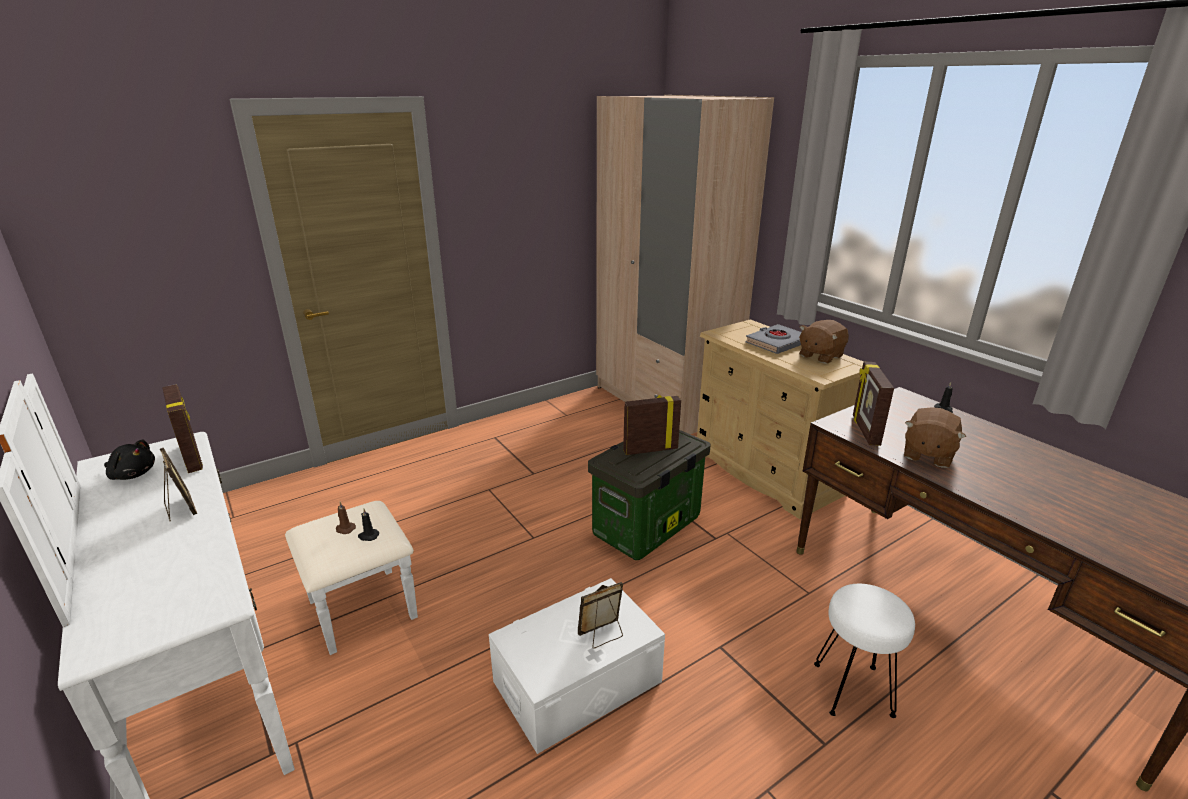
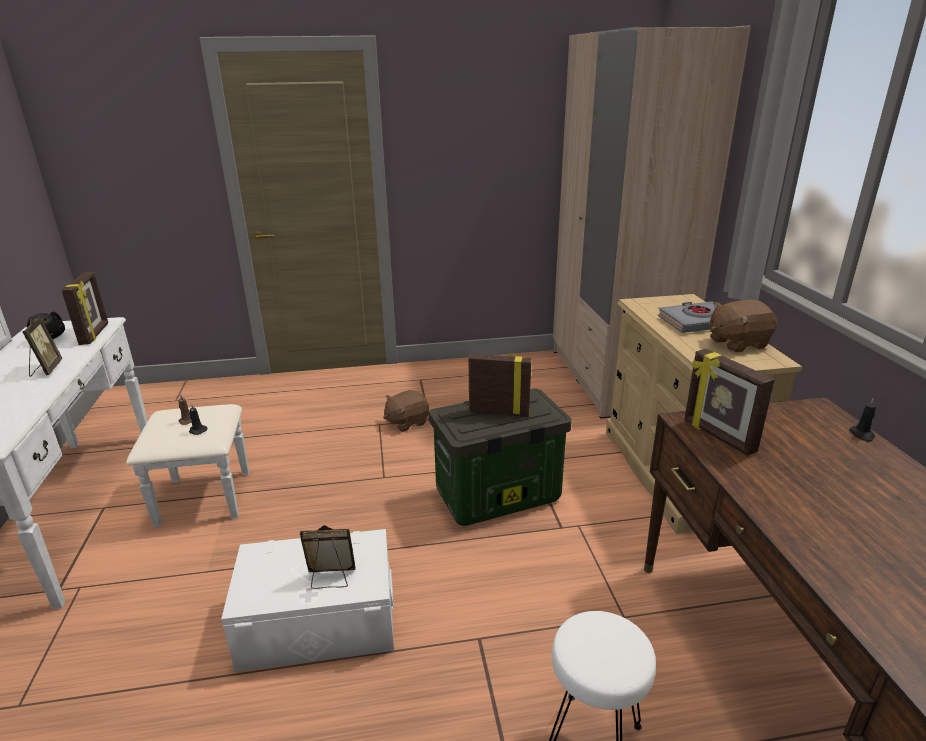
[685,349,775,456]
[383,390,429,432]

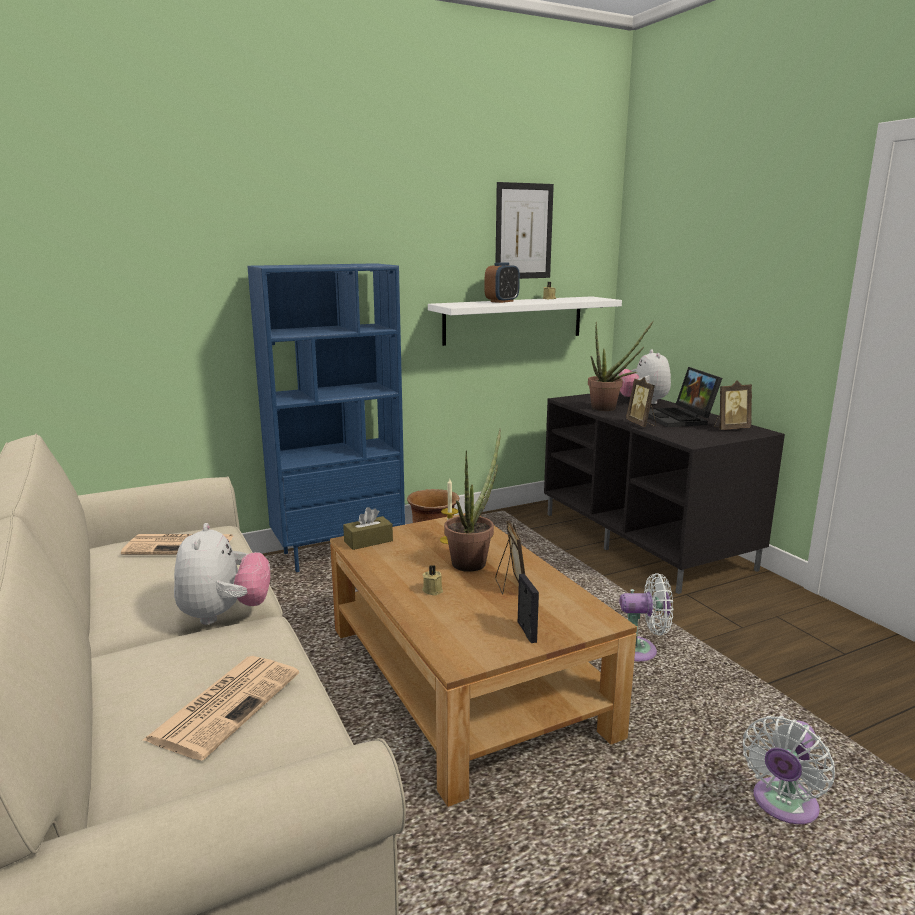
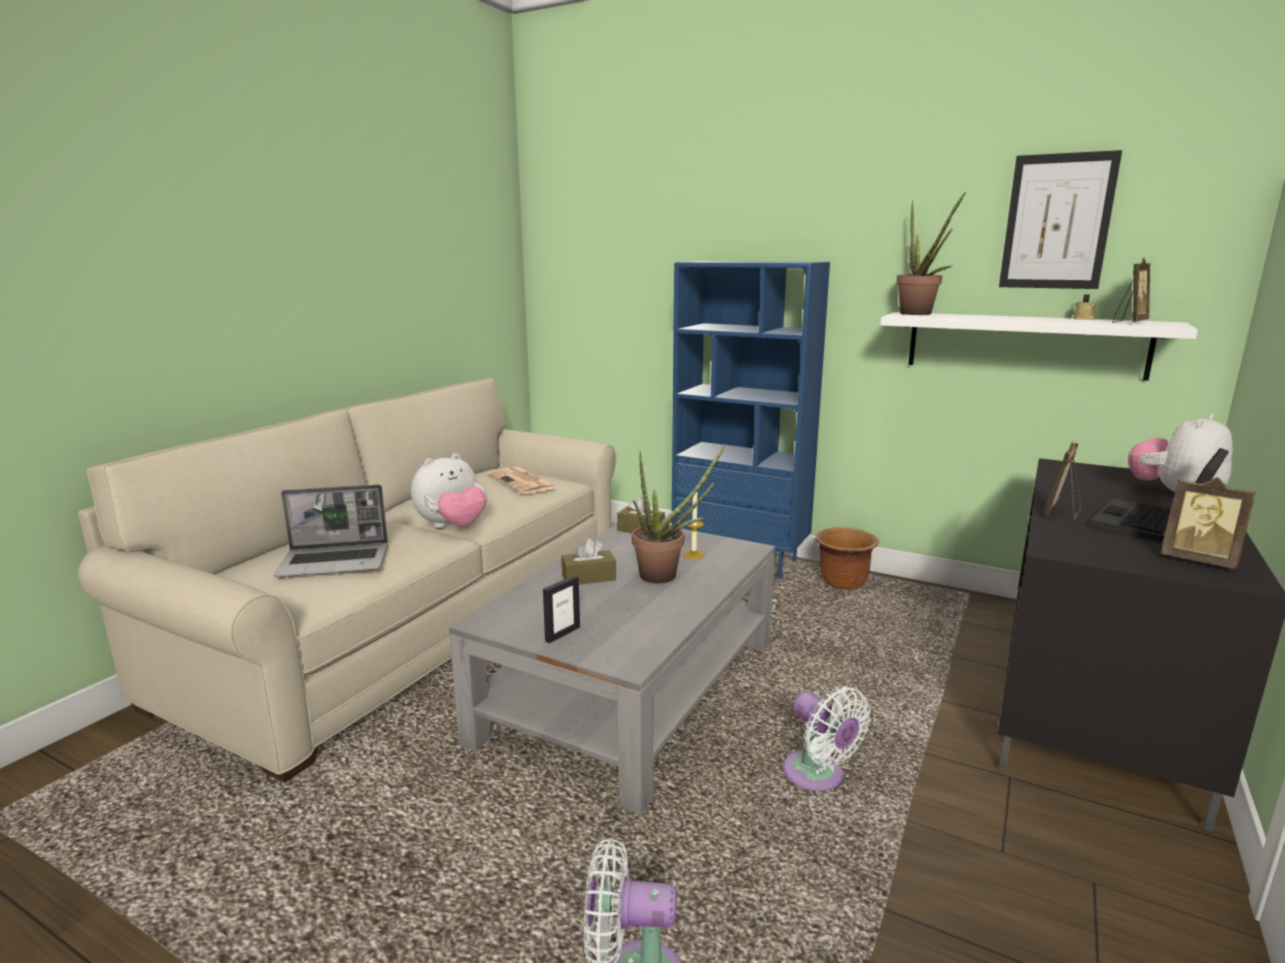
[274,485,388,577]
[449,524,775,815]
[561,538,616,584]
[484,262,520,303] (first image)
[1112,257,1150,323]
[896,192,966,315]

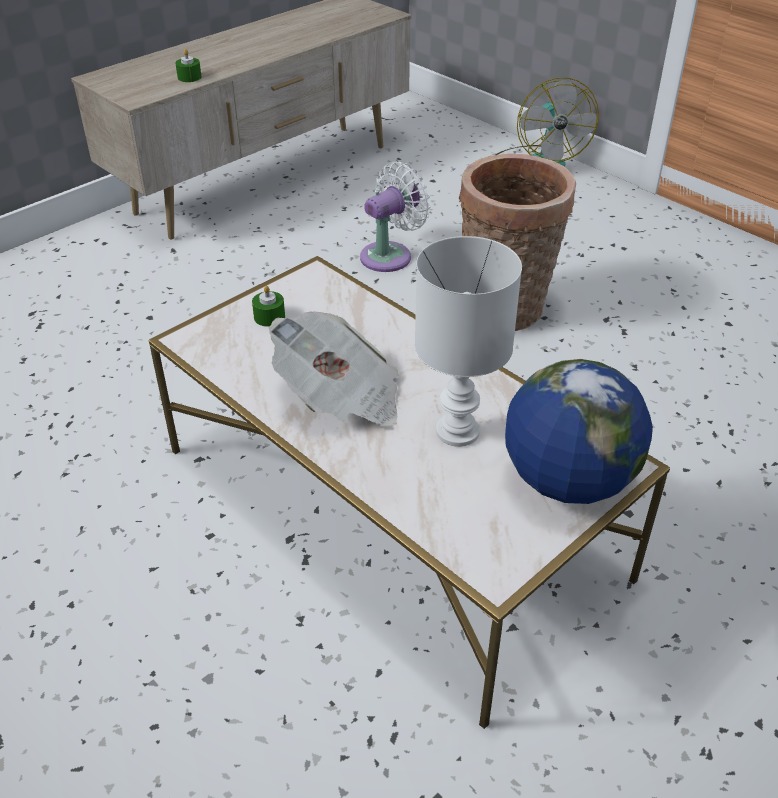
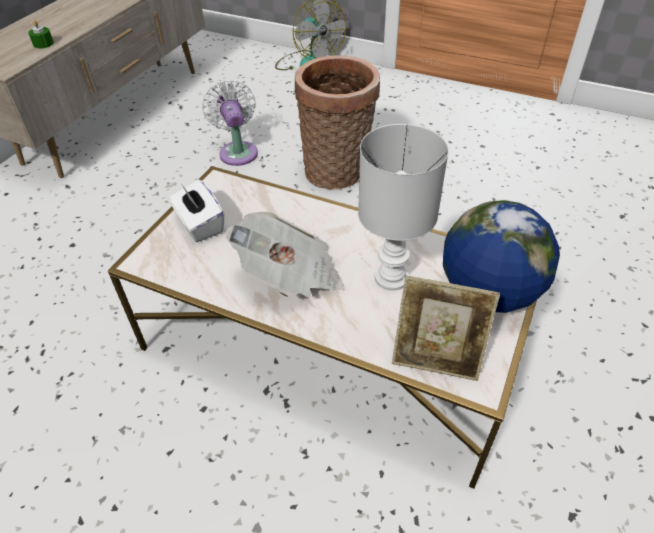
[169,179,224,242]
[202,80,258,166]
[392,276,500,381]

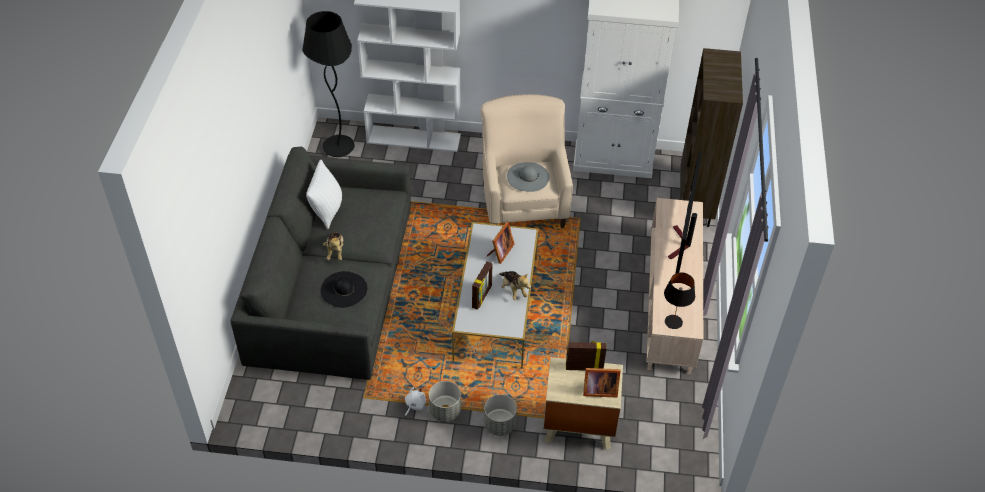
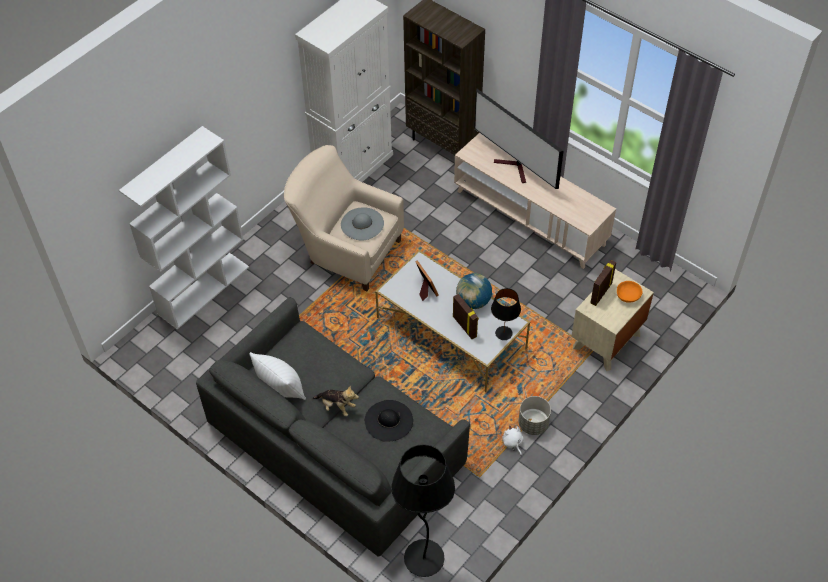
[391,444,455,577]
[484,395,517,436] (first image)
[456,273,492,309]
[617,281,643,303]
[491,288,521,340]

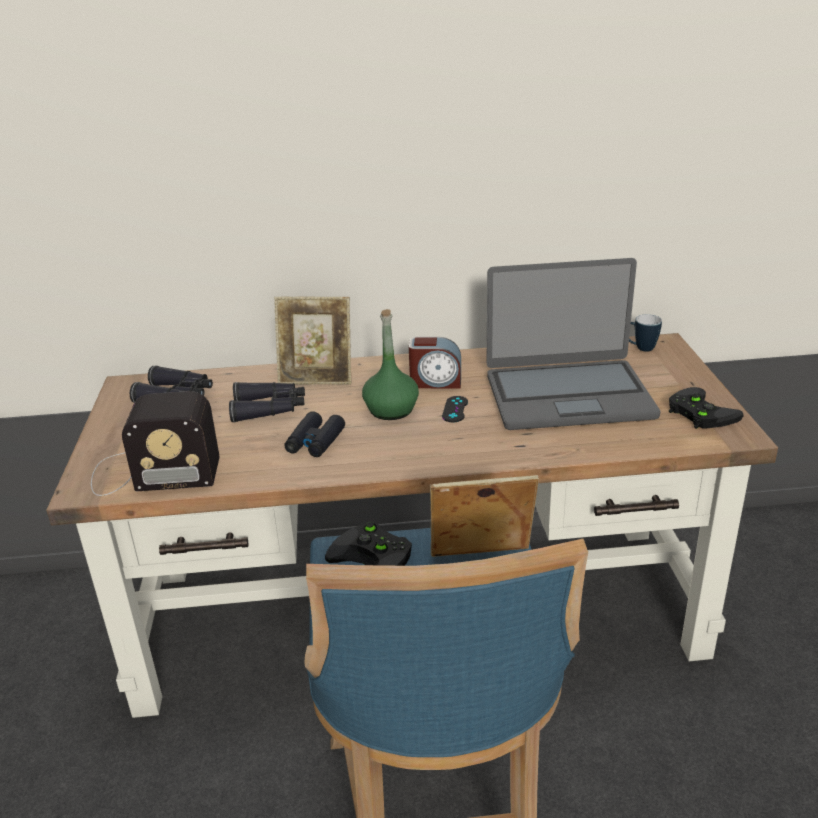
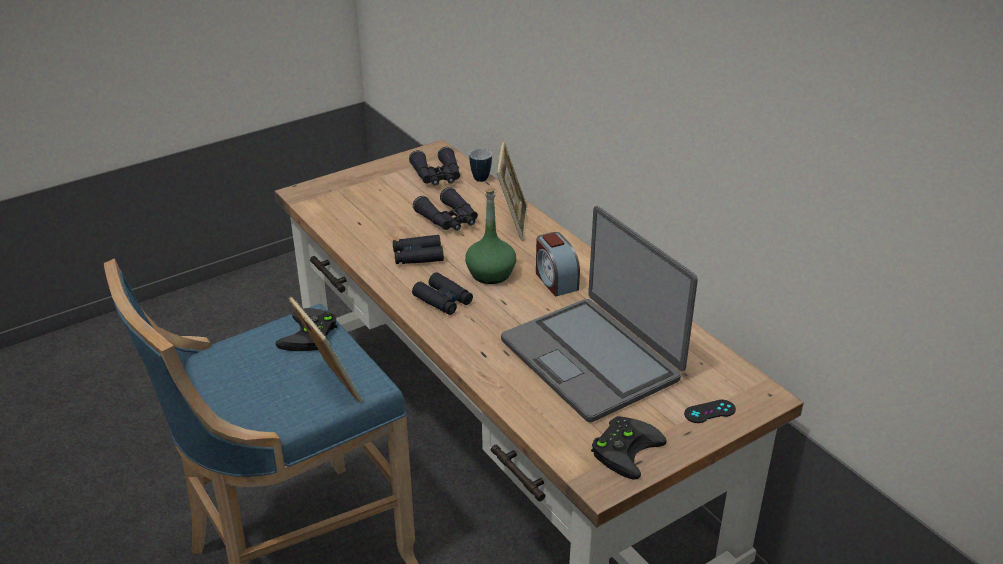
[91,391,220,496] (first image)
[497,141,528,241]
[684,400,736,423]
[469,149,492,182]
[412,272,473,315]

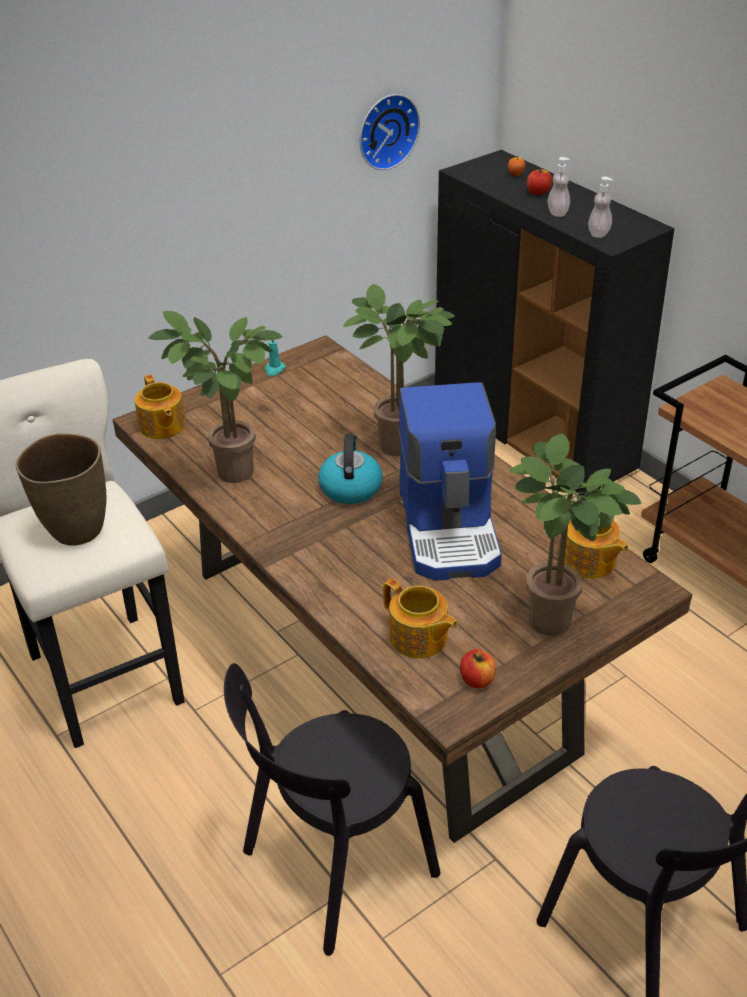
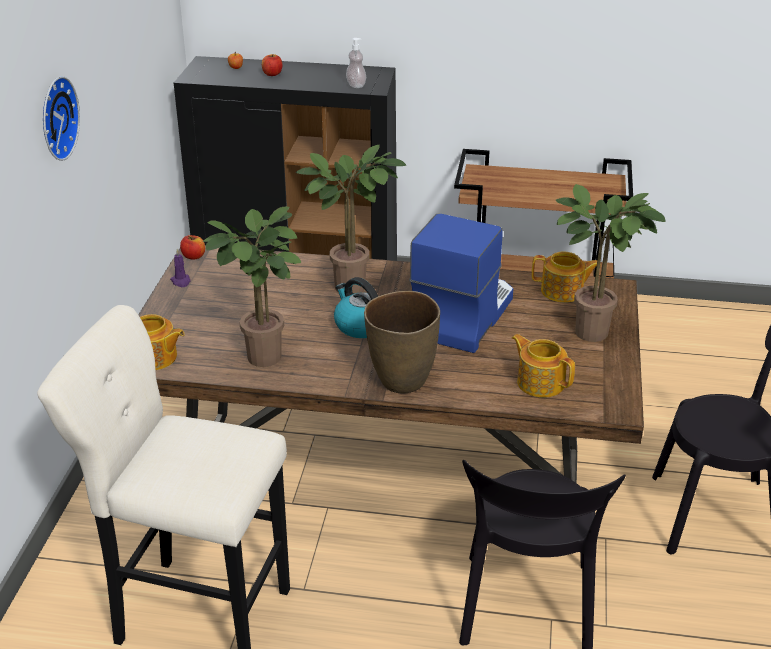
[364,291,440,394]
[170,249,190,287]
[43,76,80,161]
[512,334,575,398]
[409,214,513,353]
[180,235,205,260]
[547,157,570,217] (first image)

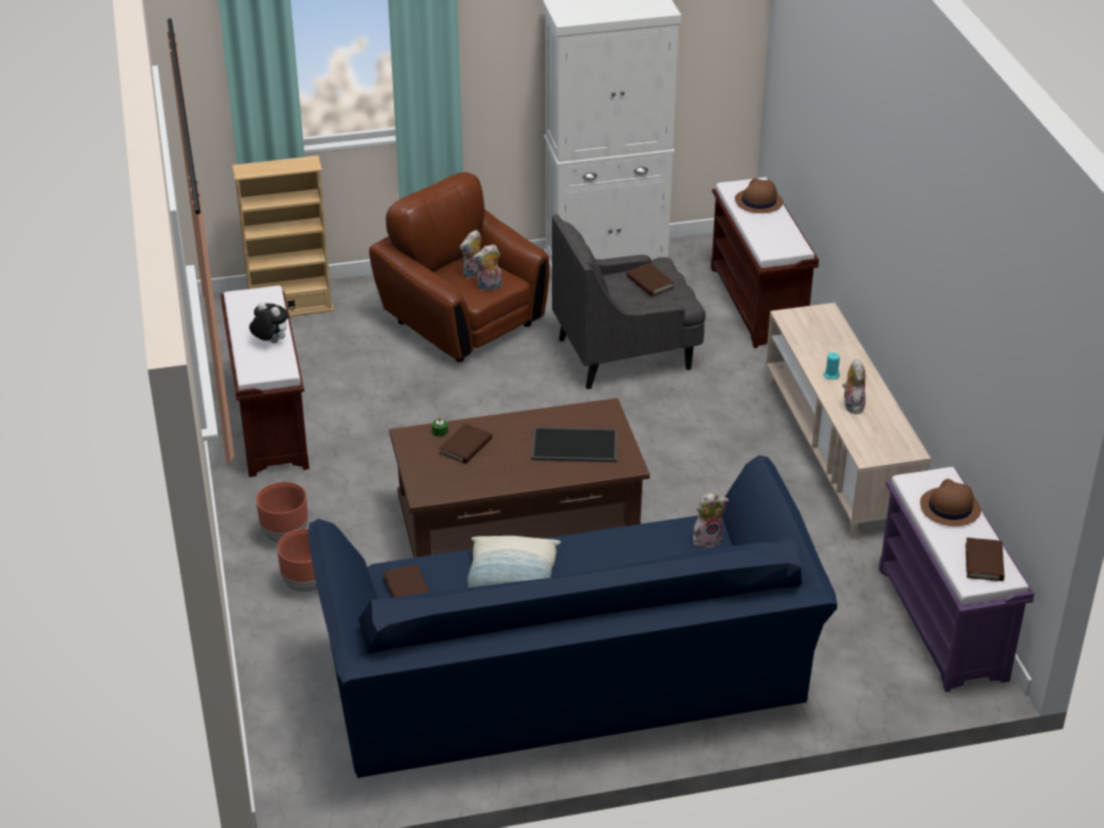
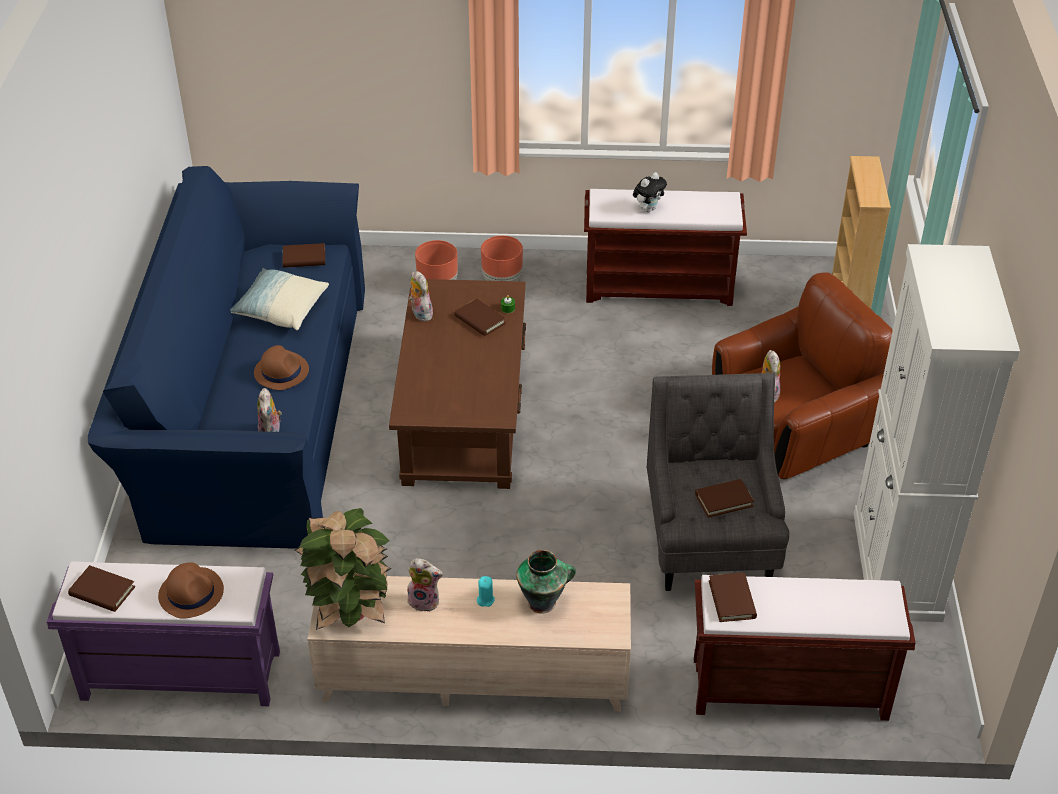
[409,271,433,321]
[531,427,617,462] (first image)
[254,345,309,390]
[295,508,392,630]
[516,550,576,614]
[709,572,757,622]

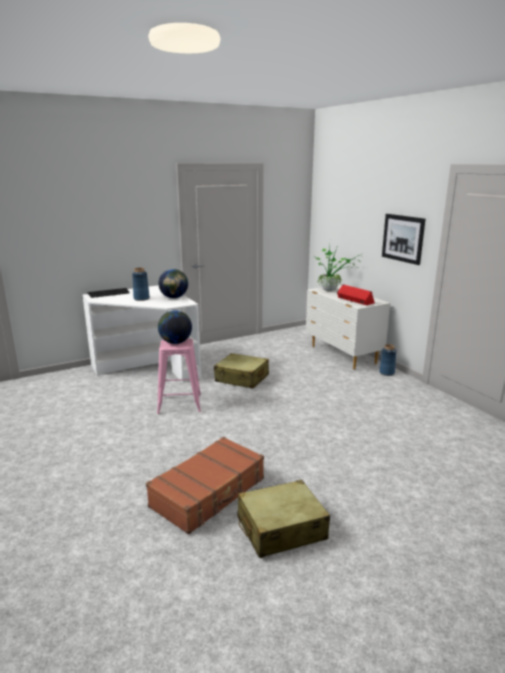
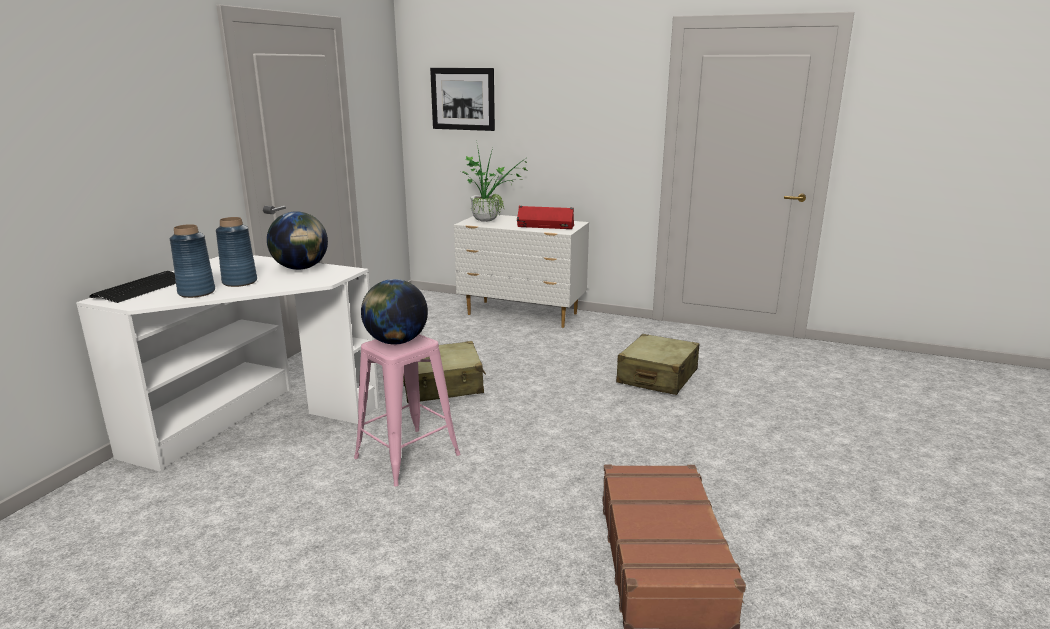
[616,334,700,395]
[170,224,215,298]
[430,68,495,131]

